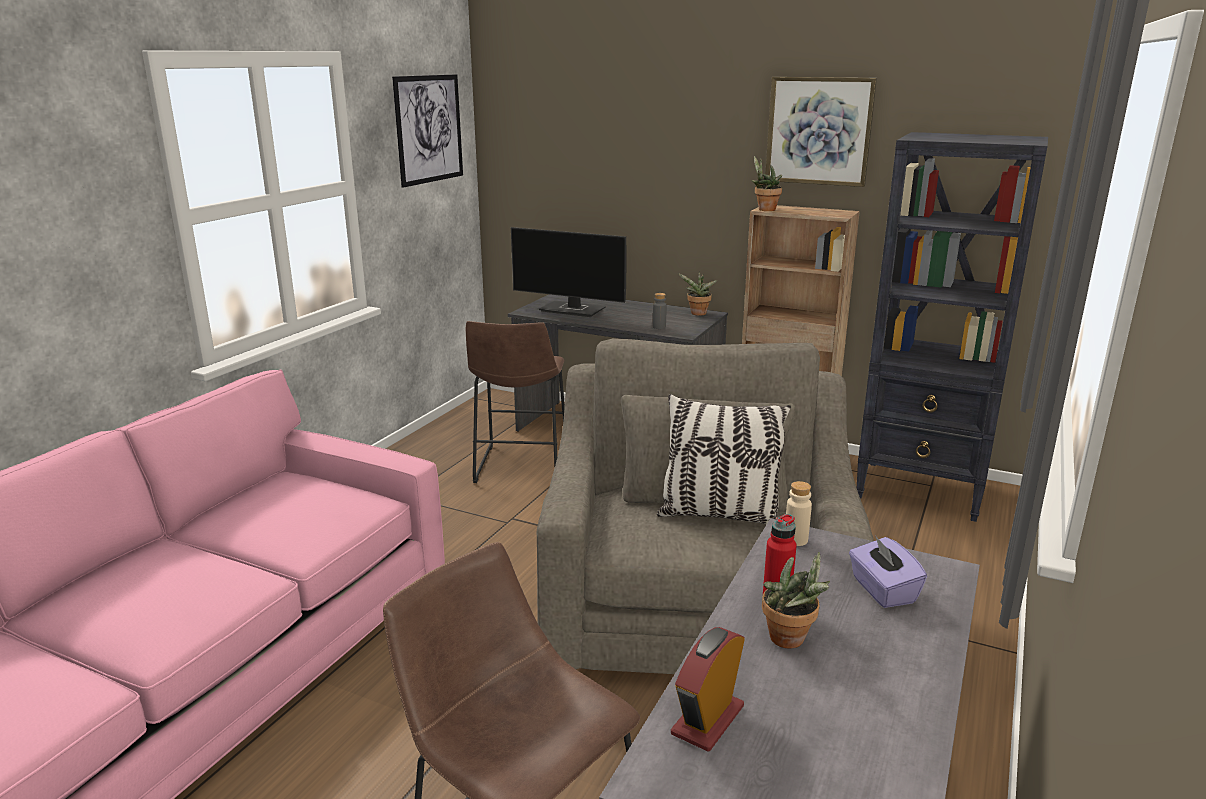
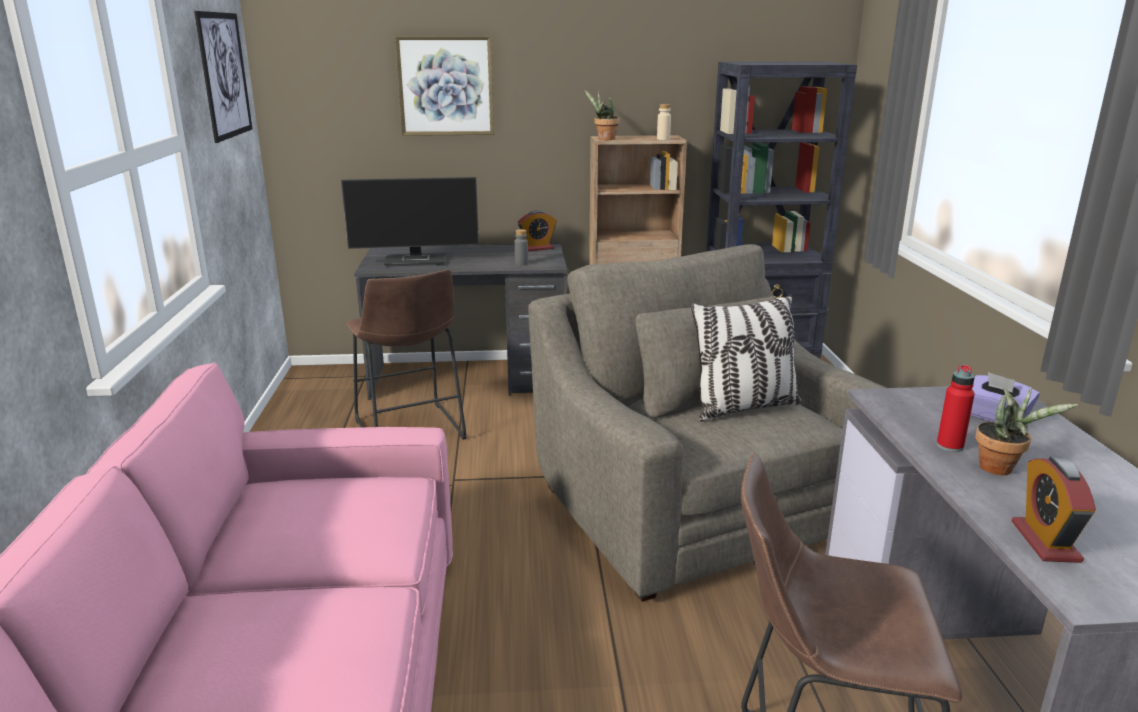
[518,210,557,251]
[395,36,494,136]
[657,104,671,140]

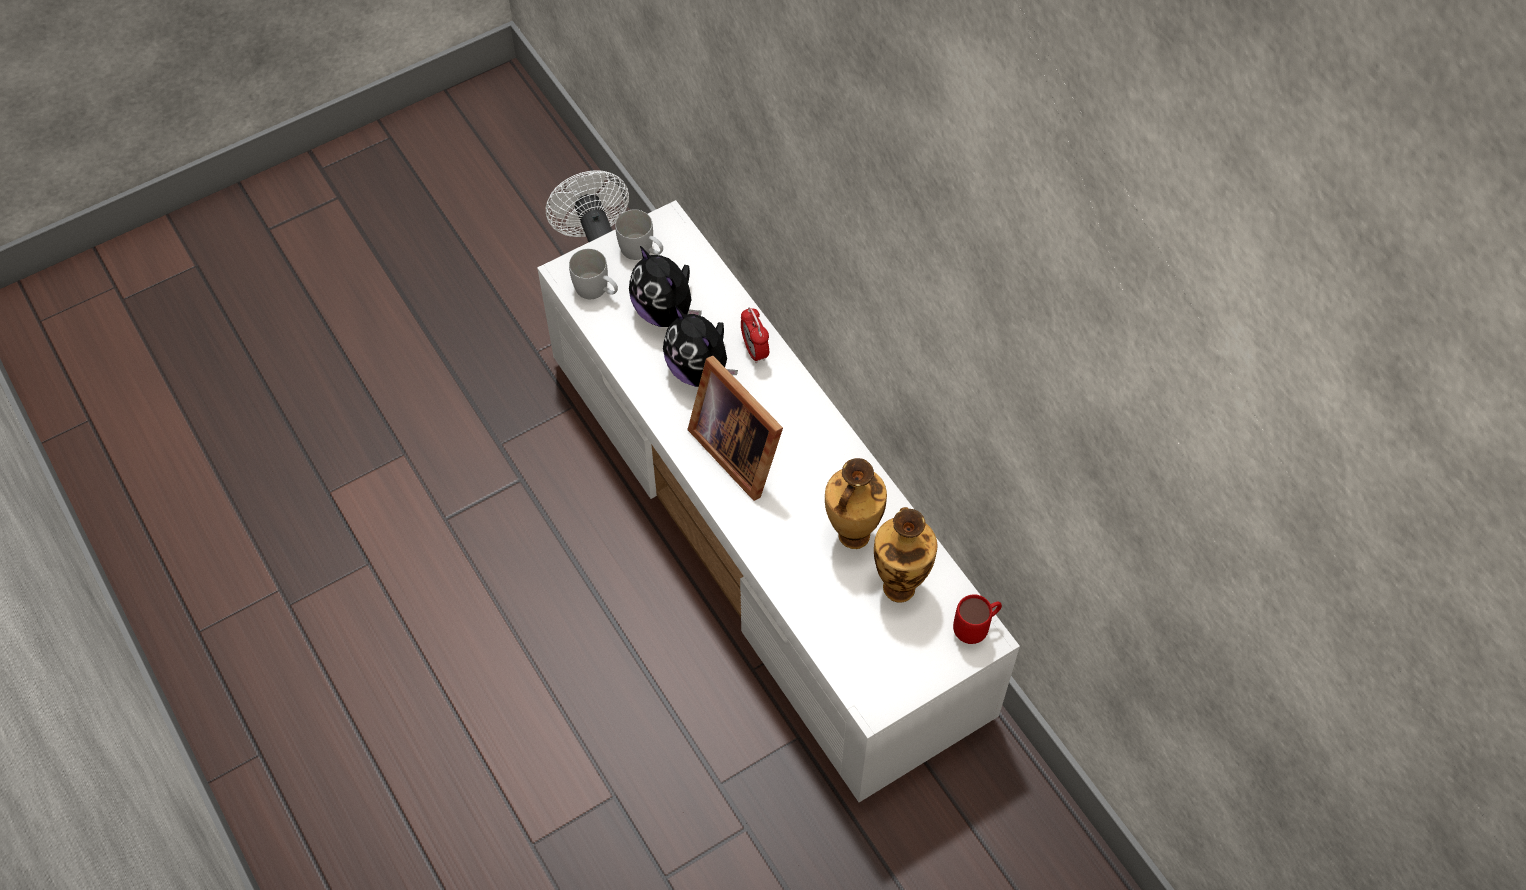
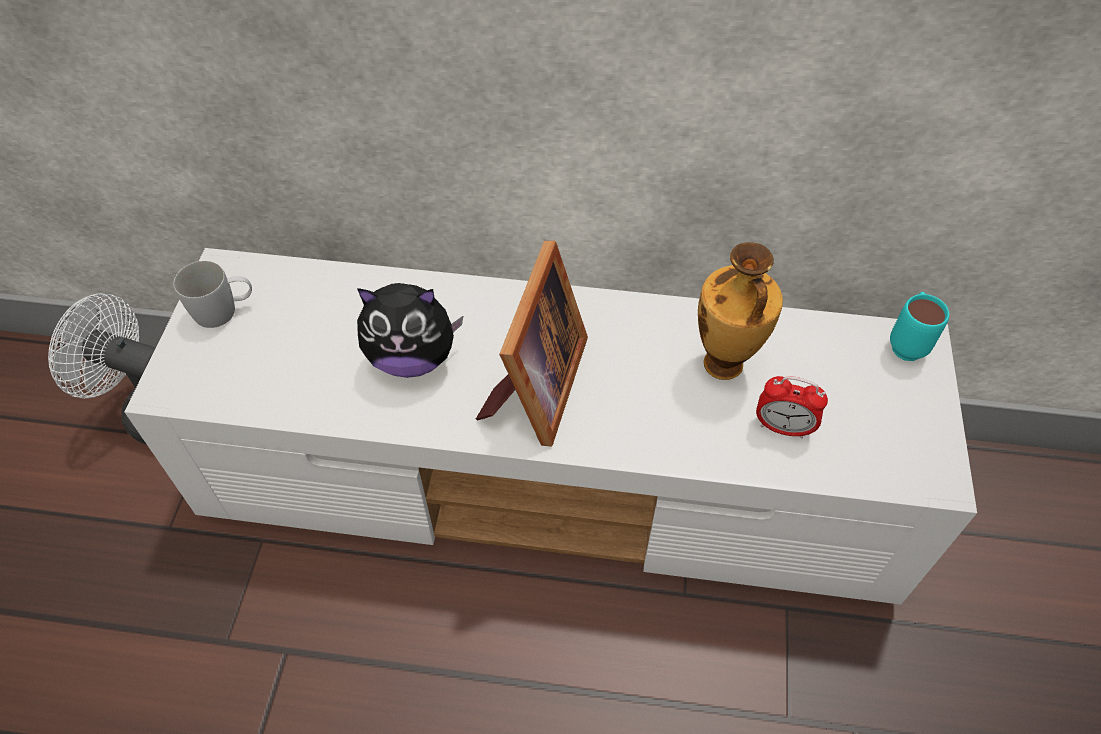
[569,249,618,299] (first image)
[629,246,702,327] (first image)
[476,241,588,447]
[756,376,828,438]
[874,507,937,603] (first image)
[890,292,949,361]

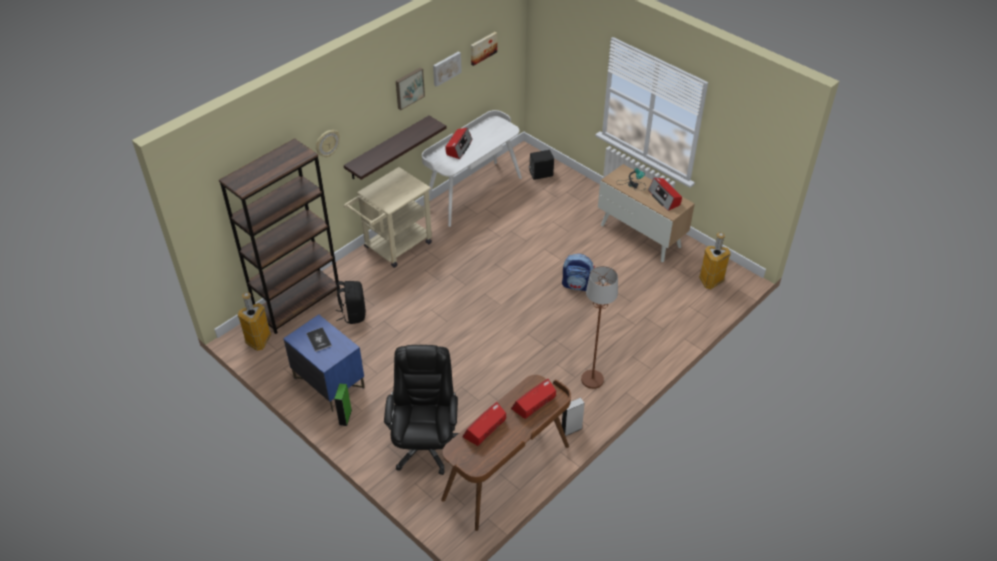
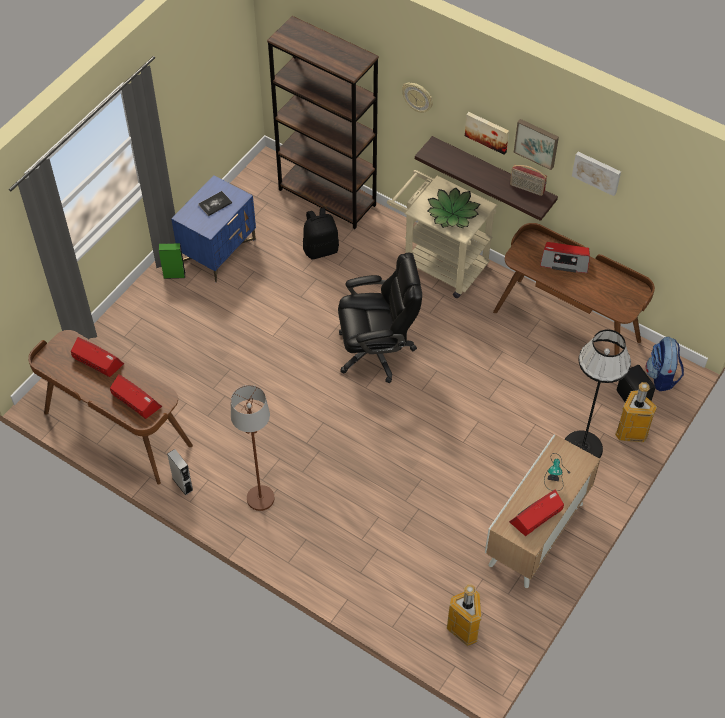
[615,382,657,442]
[338,253,422,383]
[493,223,655,355]
[465,112,509,155]
[646,337,684,391]
[428,187,480,228]
[510,165,547,196]
[565,329,631,459]

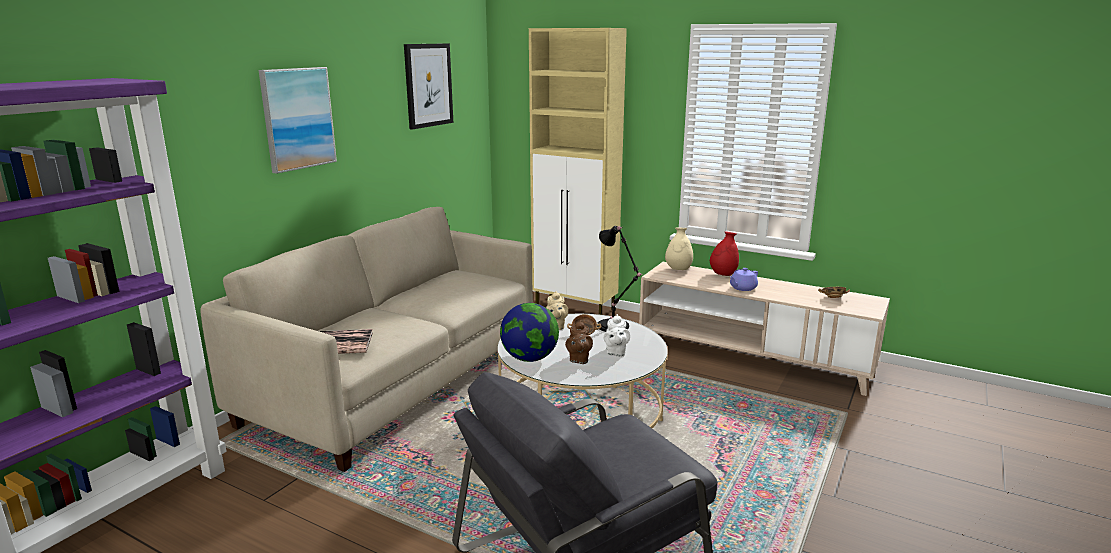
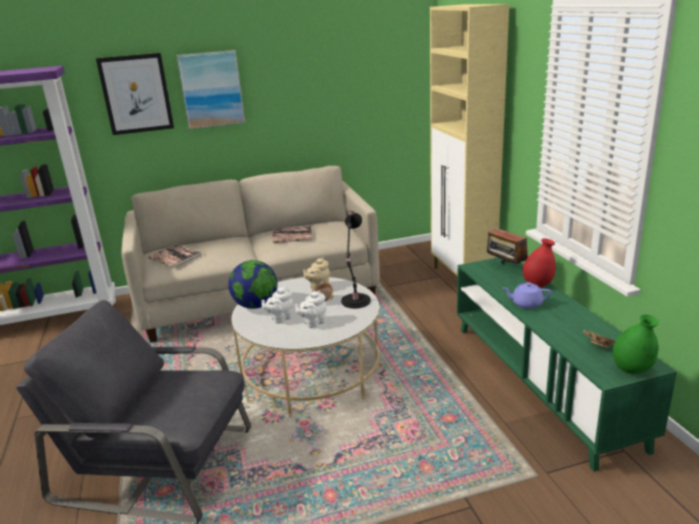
[96,53,174,135]
[262,286,293,323]
[457,258,677,472]
[487,228,528,264]
[272,226,312,243]
[613,314,659,374]

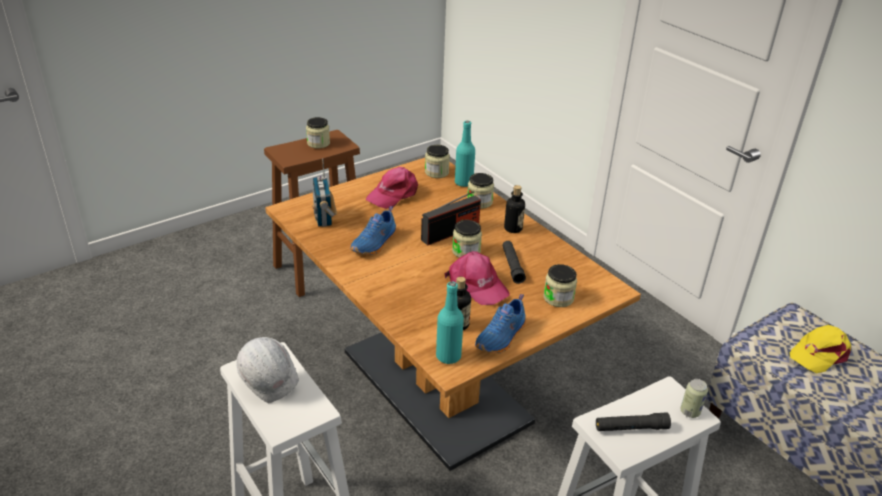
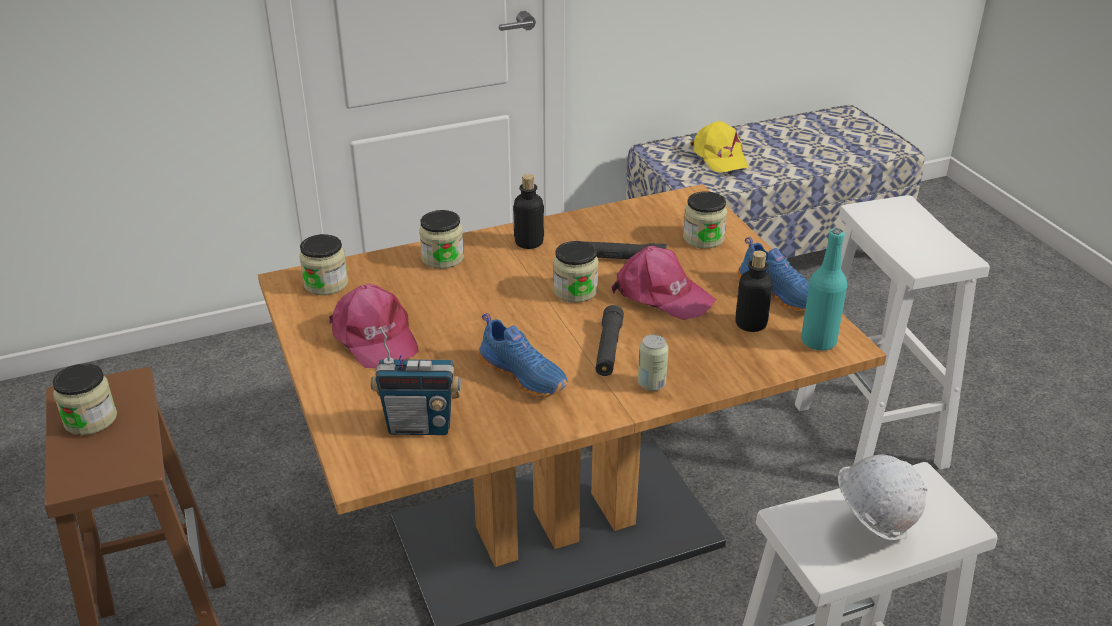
[421,191,481,246] (first image)
[612,246,716,320]
[455,121,475,187] (first image)
[595,305,624,376]
[638,334,668,391]

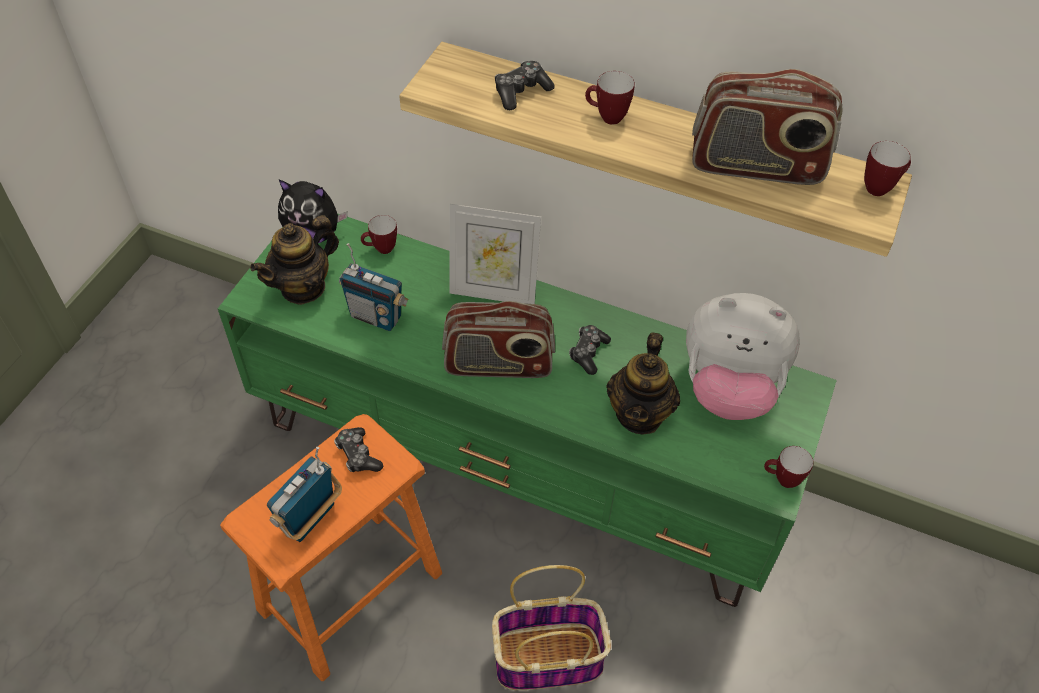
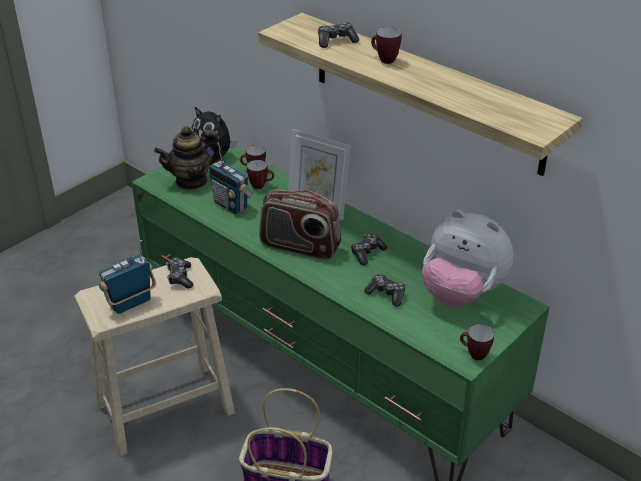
[74,257,235,456]
[364,274,405,307]
[692,69,843,185] (first image)
[247,160,274,189]

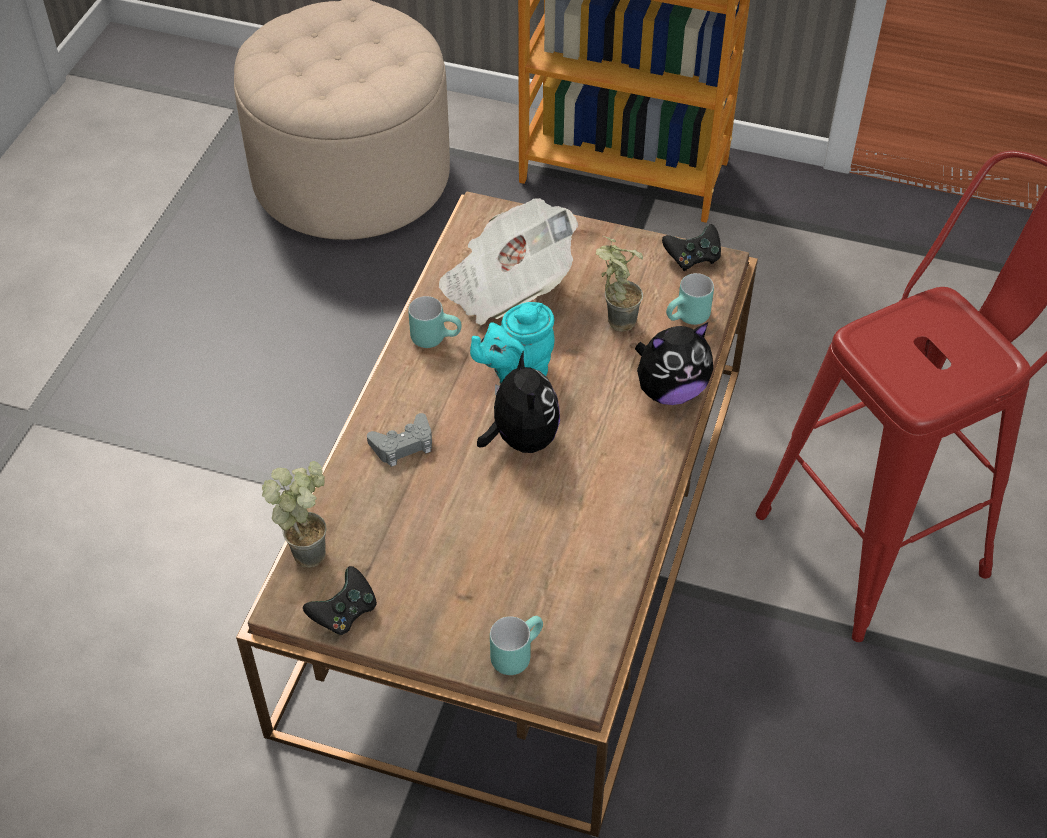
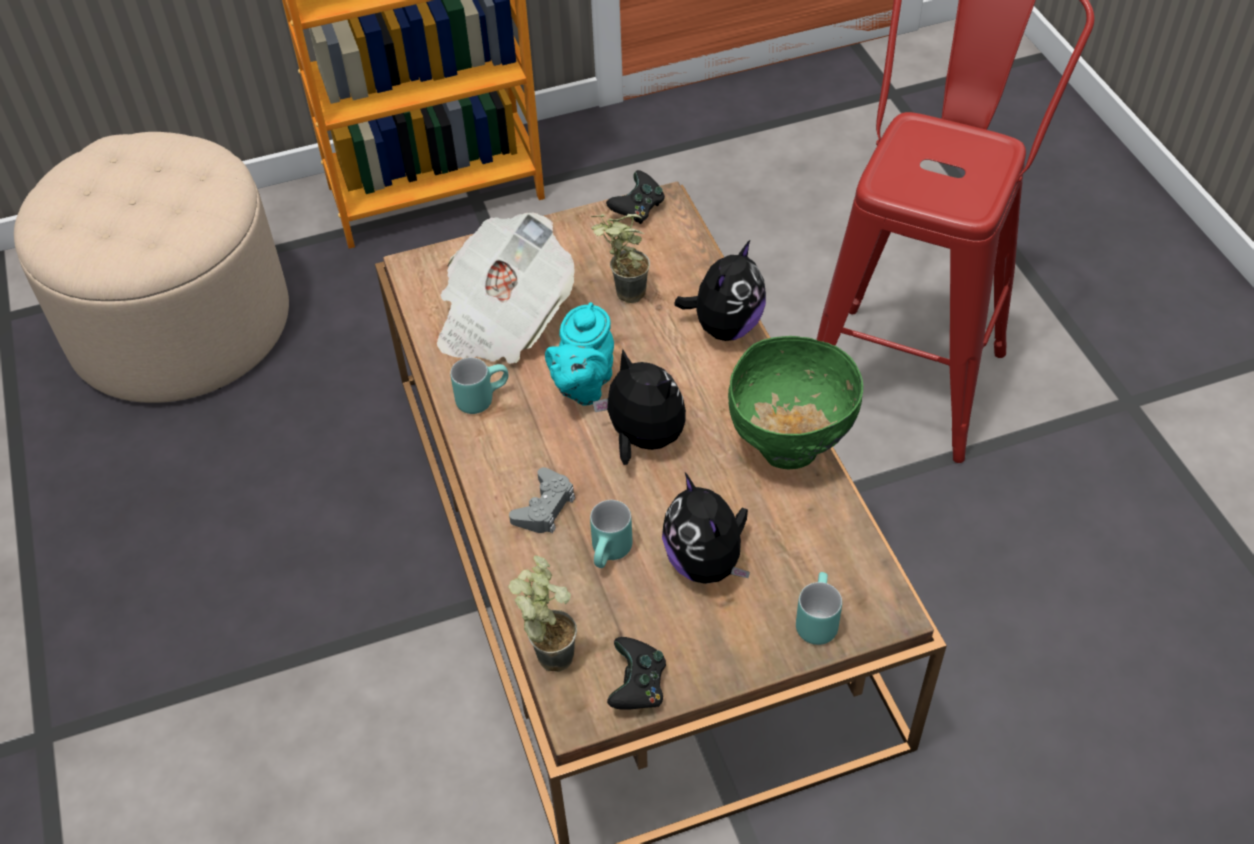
[590,500,633,568]
[662,473,750,584]
[728,336,863,469]

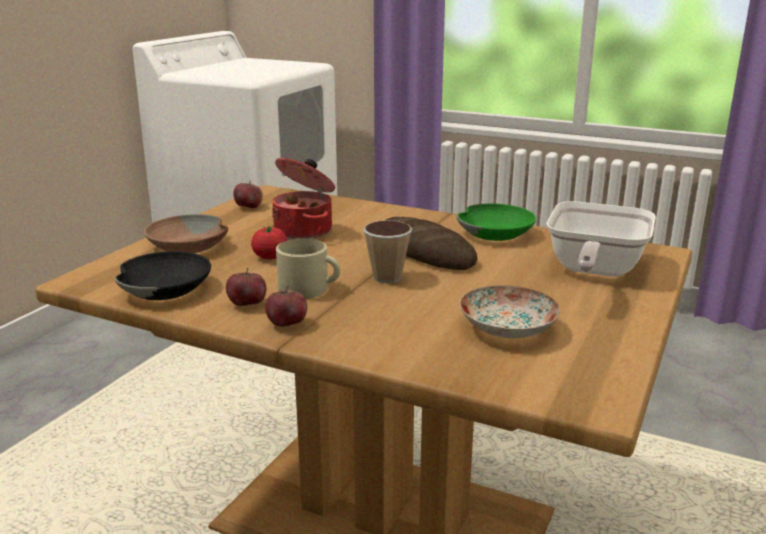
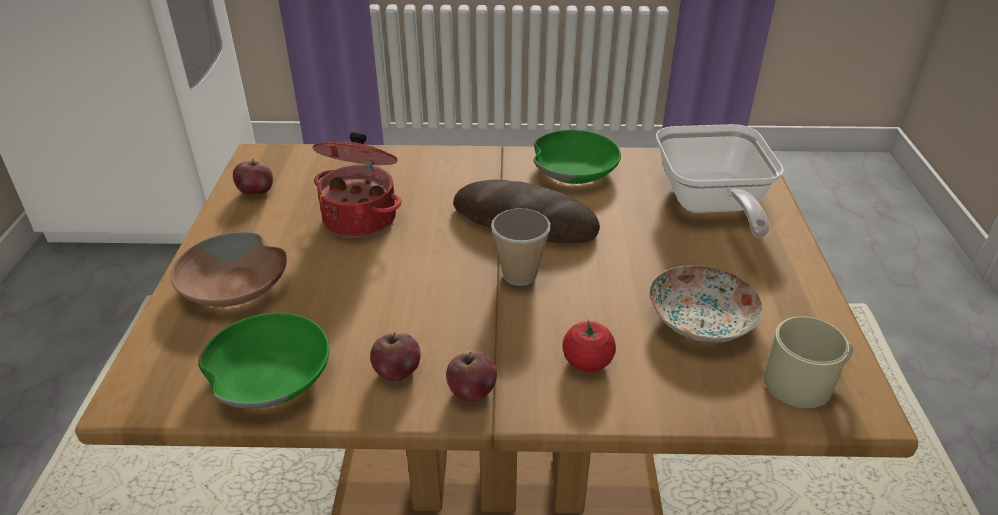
[198,313,330,409]
[562,320,616,372]
[763,316,853,408]

